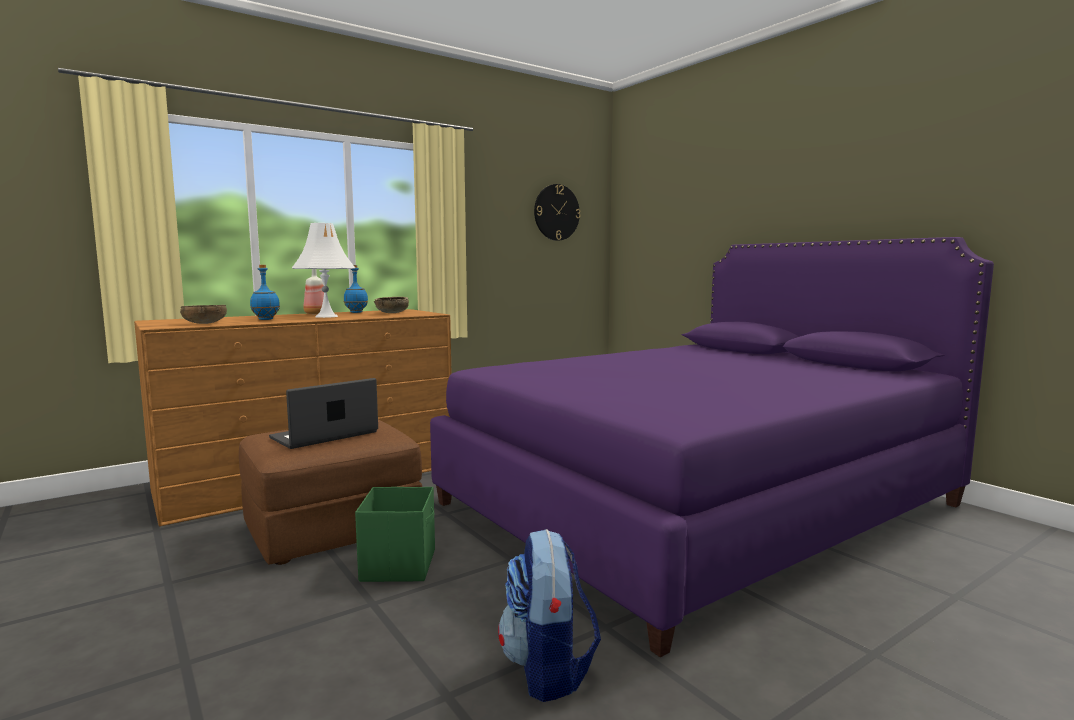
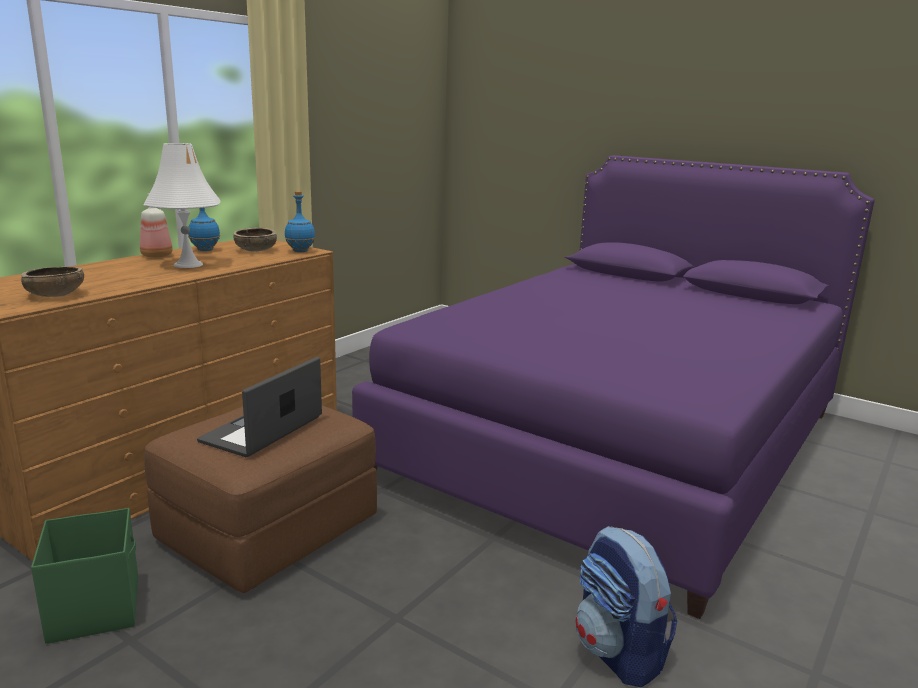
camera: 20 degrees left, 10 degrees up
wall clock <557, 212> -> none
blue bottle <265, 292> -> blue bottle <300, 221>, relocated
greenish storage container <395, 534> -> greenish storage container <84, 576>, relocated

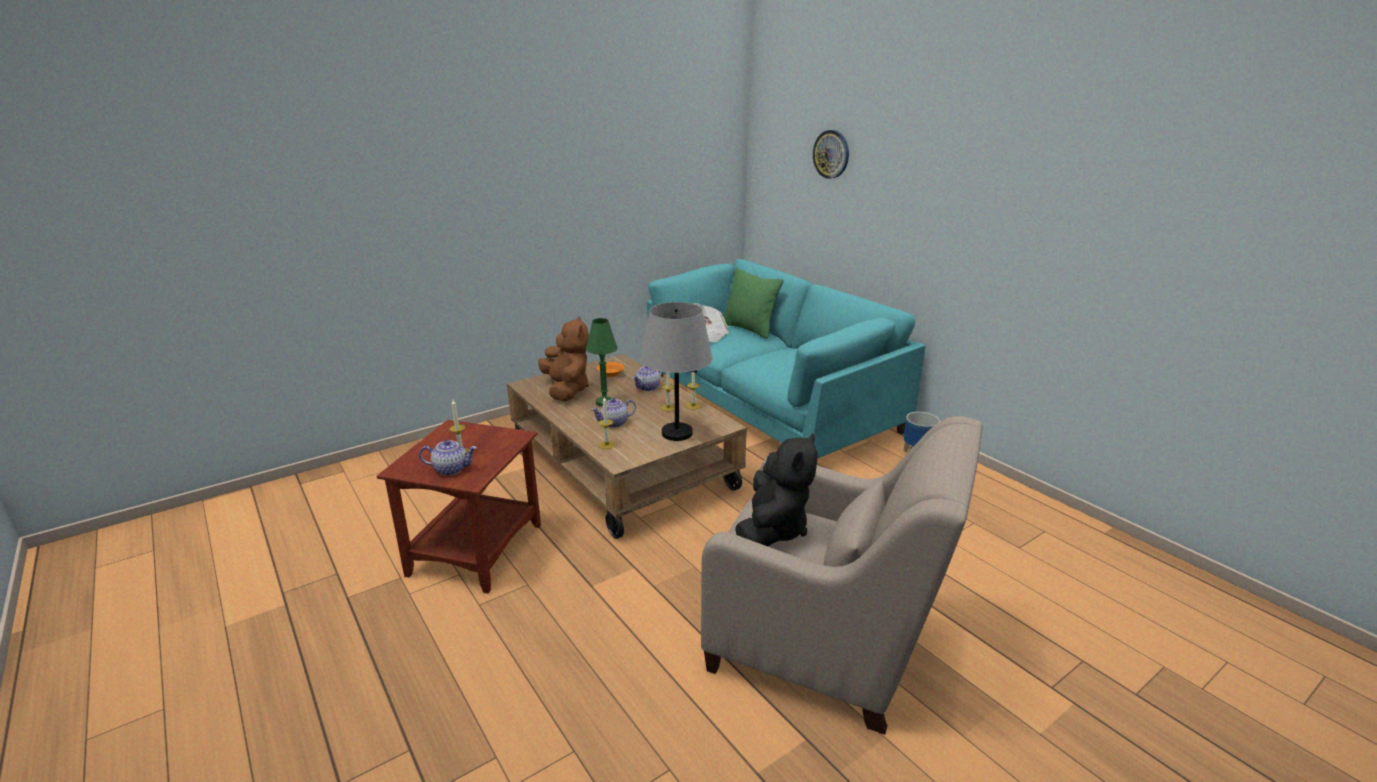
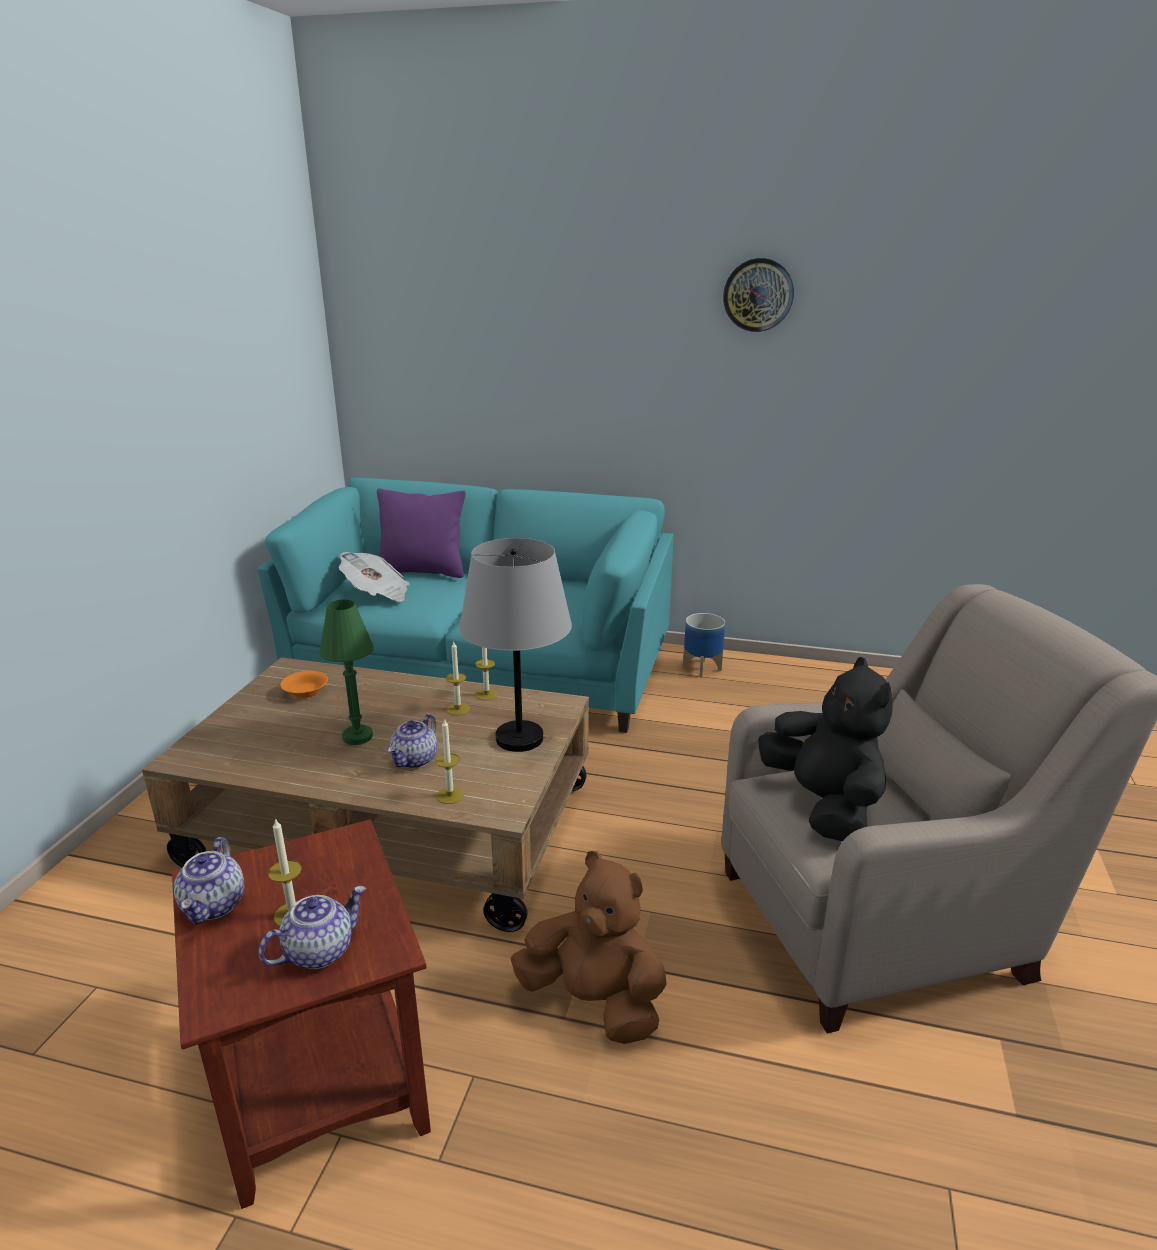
camera: 40 degrees left, 0 degrees up
wall clock <831, 154> -> wall clock <758, 295>, relocated
greenish throw pillow <753, 303> -> purple-coloured throw pillow <421, 533>
brown soft toy <563, 358> -> brown soft toy <588, 947>, relocated
teapot <647, 378> -> teapot <209, 880>, relocated

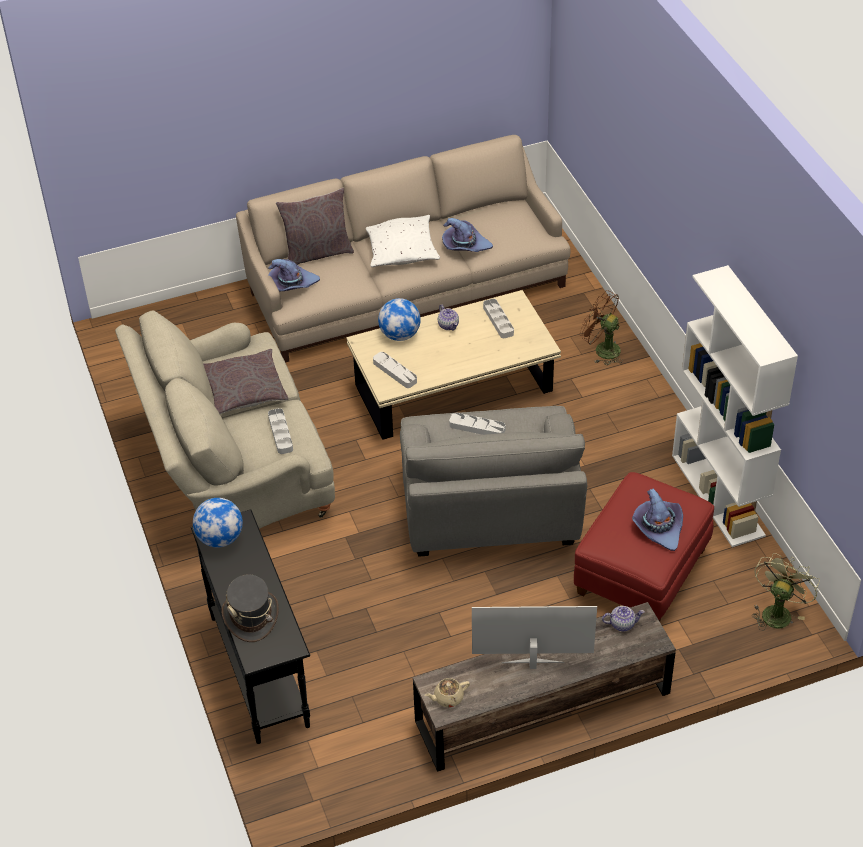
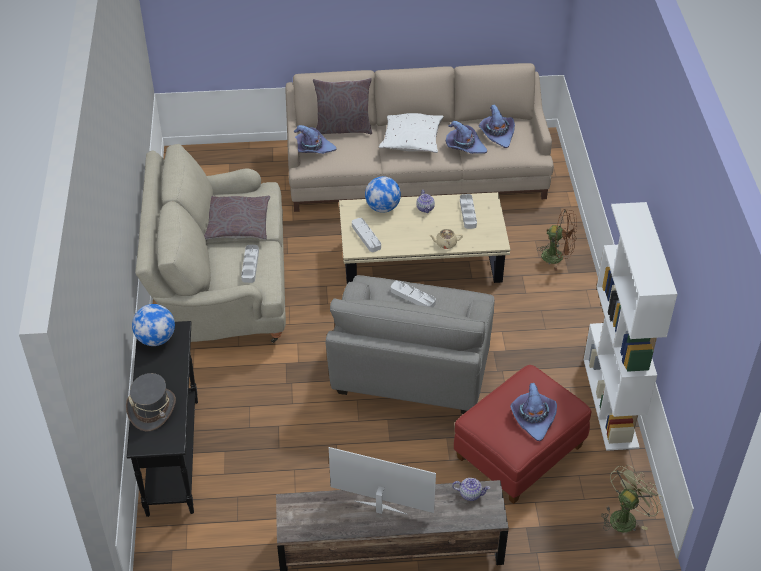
camera: 15 degrees right, 0 degrees up
brown cooling fan <601, 327> -> brown cooling fan <557, 240>, 150 degrees clockwise
beige-coloured teapot <447, 692> -> beige-coloured teapot <446, 239>, relocated
none -> purple-coloured wearable hat <497, 126>

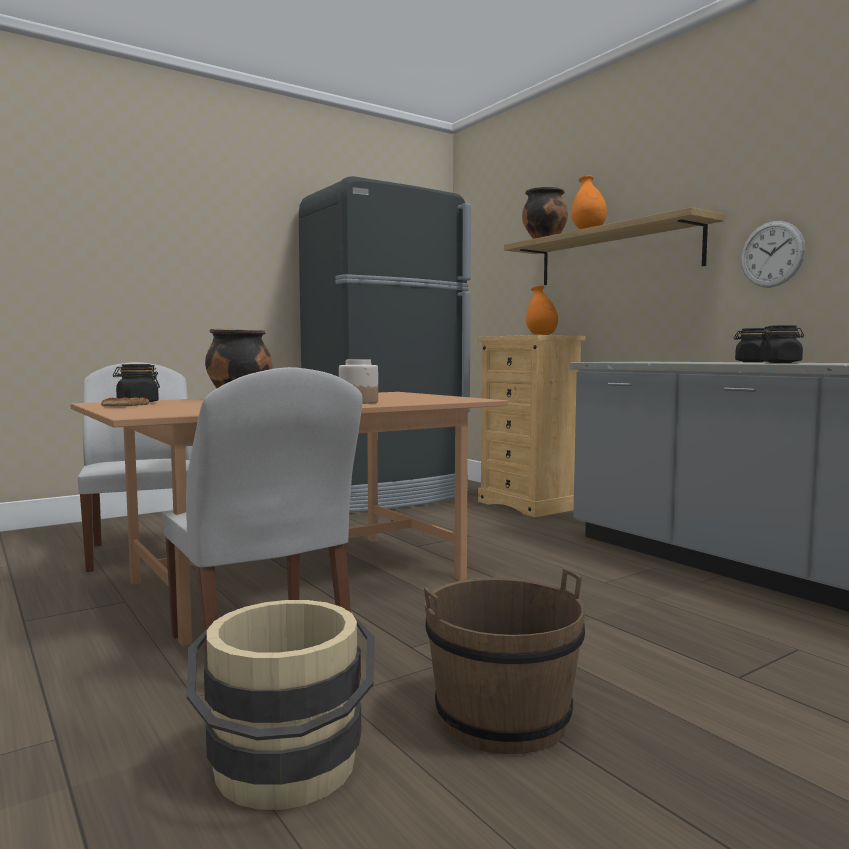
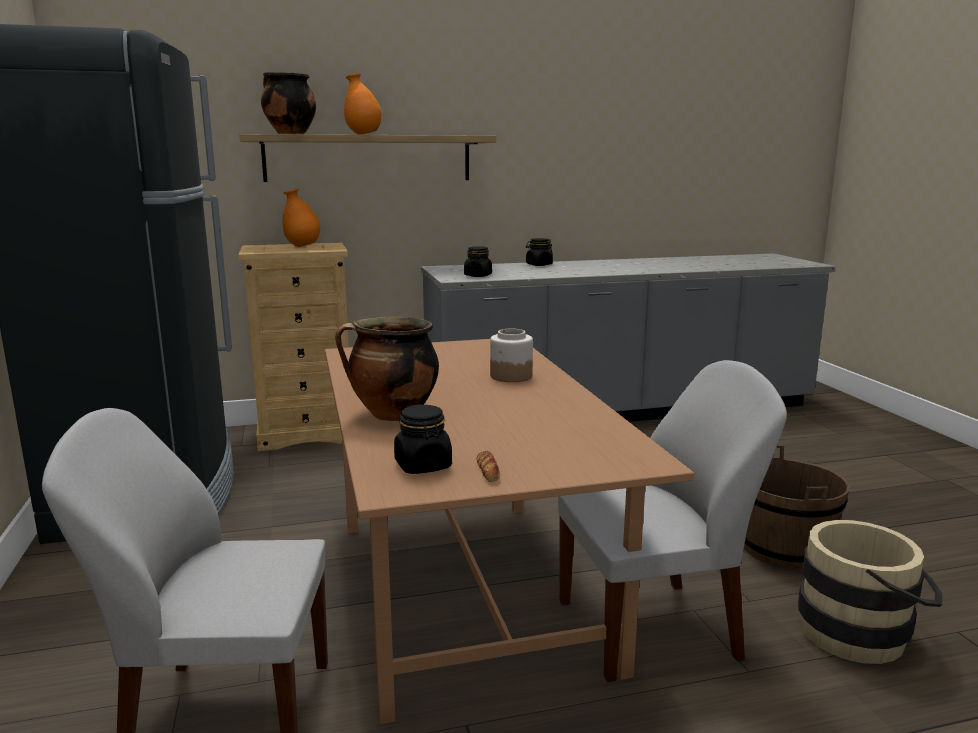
camera: 70 degrees left, 10 degrees up
wall clock <773, 254> -> none
blackish preserve jar <782, 344> -> blackish preserve jar <478, 261>, relocated

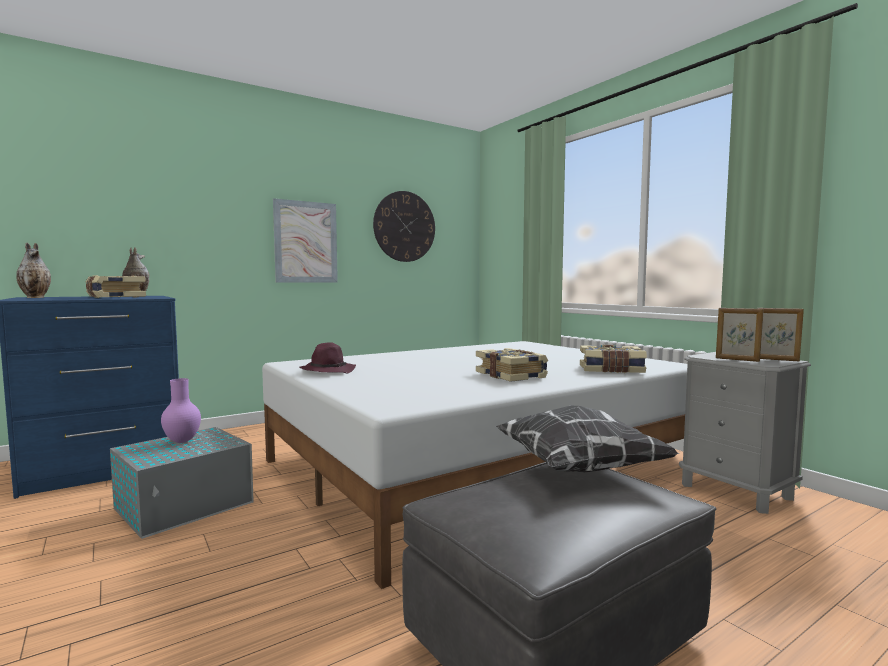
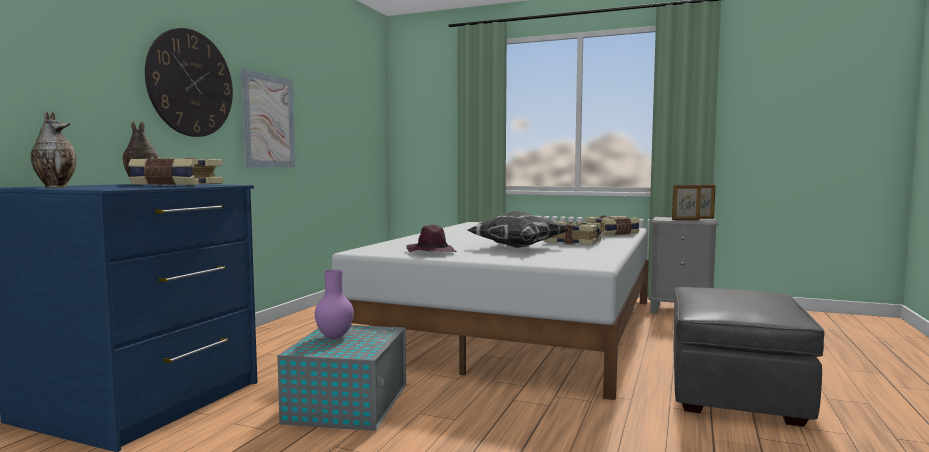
camera: 35 degrees left, 0 degrees up
wall clock <404, 226> -> wall clock <189, 82>, relocated
throw pillow <587, 438> -> throw pillow <518, 229>, relocated

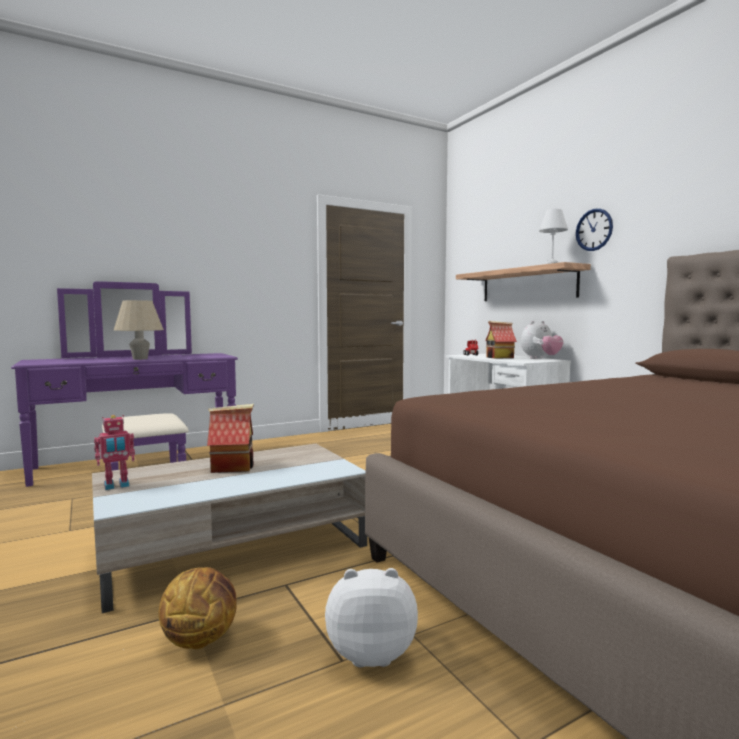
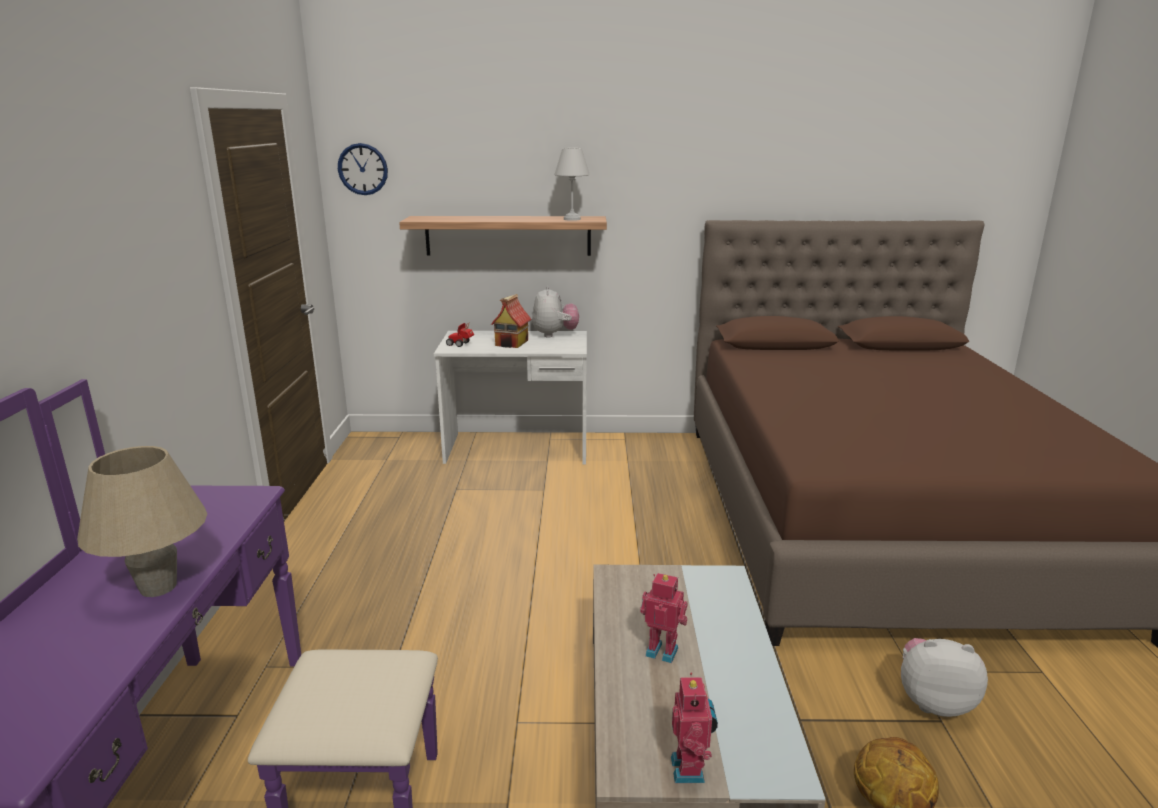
camera: 60 degrees left, 15 degrees up
wall clock <594, 230> -> wall clock <363, 169>, relocated
toy house <230, 438> -> robot figure <664, 618>
soft toy <371, 617> -> soft toy <944, 677>, 75 degrees clockwise

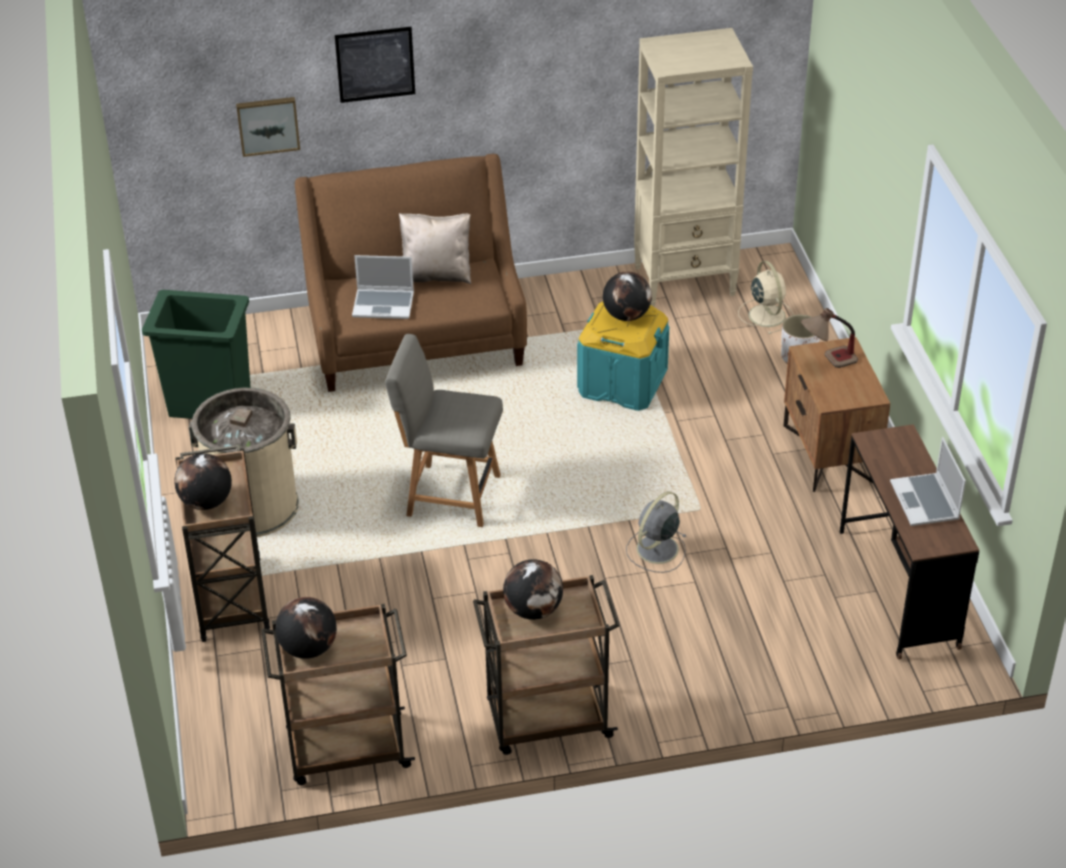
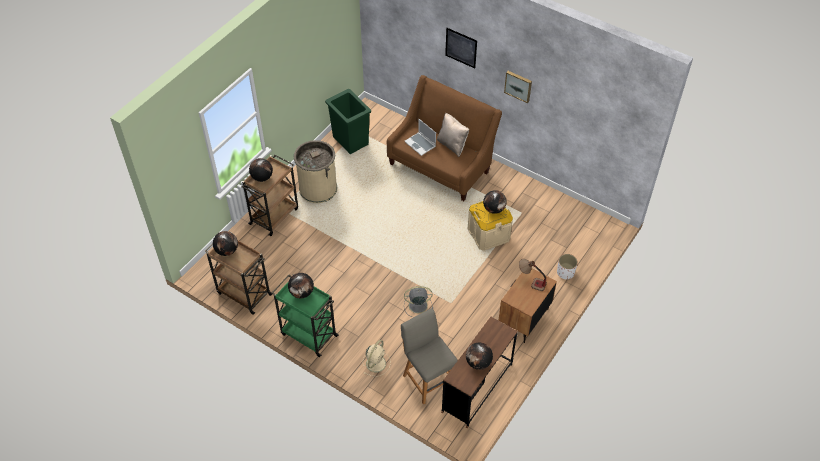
camera: 45 degrees right, 10 degrees up
beige-coloured bookcase <693, 167> -> none
picture <268, 127> -> picture <518, 87>, relocated
beige-coloured cooling fan <765, 297> -> beige-coloured cooling fan <377, 358>, relocated
turquoise-coloured storage container <623, 356> -> beige-coloured storage container <490, 226>
gray plain chair <444, 430> -> gray plain chair <429, 356>, relocated
portable computer <928, 481> -> globe <479, 356>
brown cart <546, 665> -> greenish cart <305, 315>

